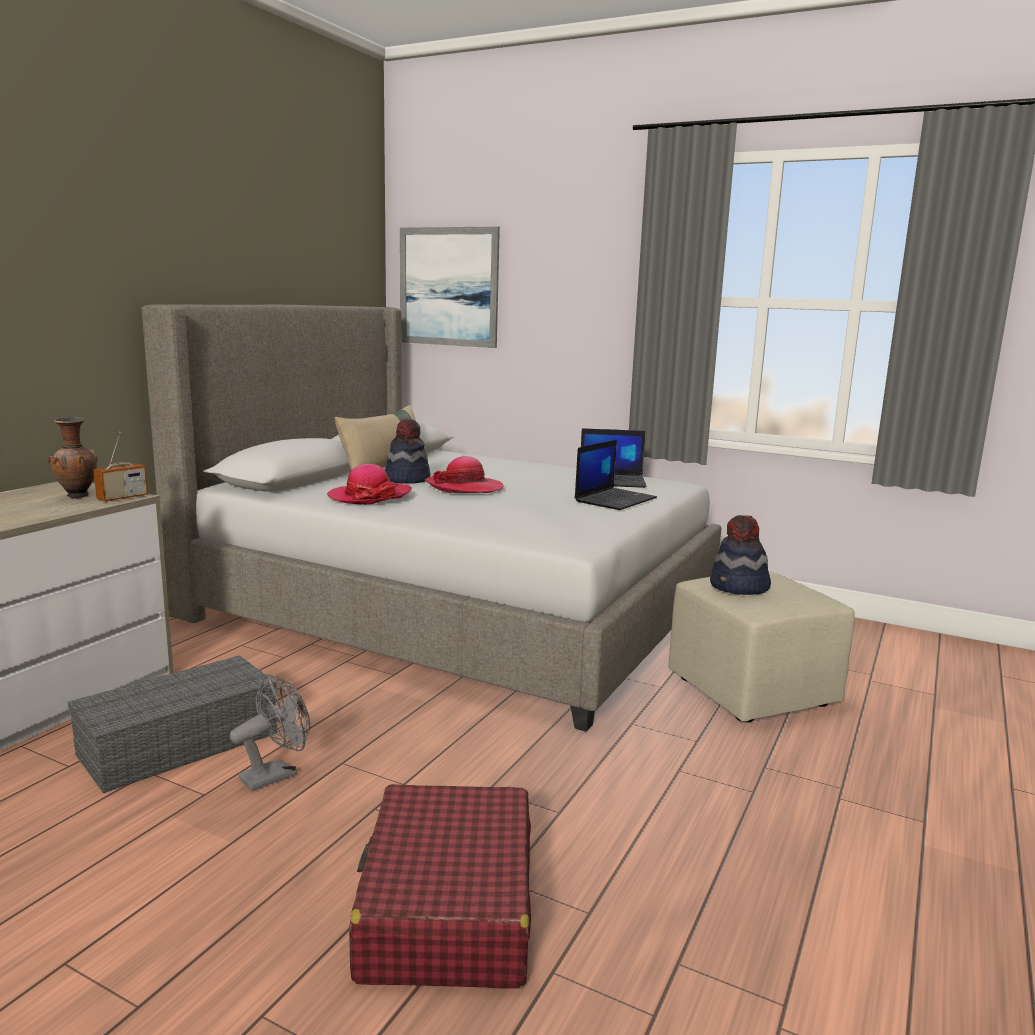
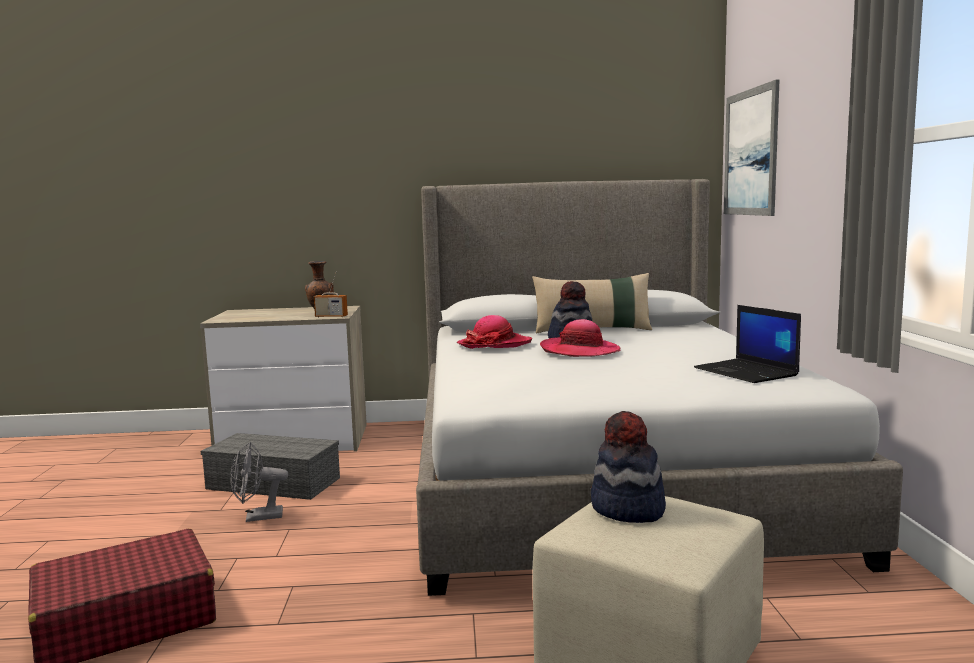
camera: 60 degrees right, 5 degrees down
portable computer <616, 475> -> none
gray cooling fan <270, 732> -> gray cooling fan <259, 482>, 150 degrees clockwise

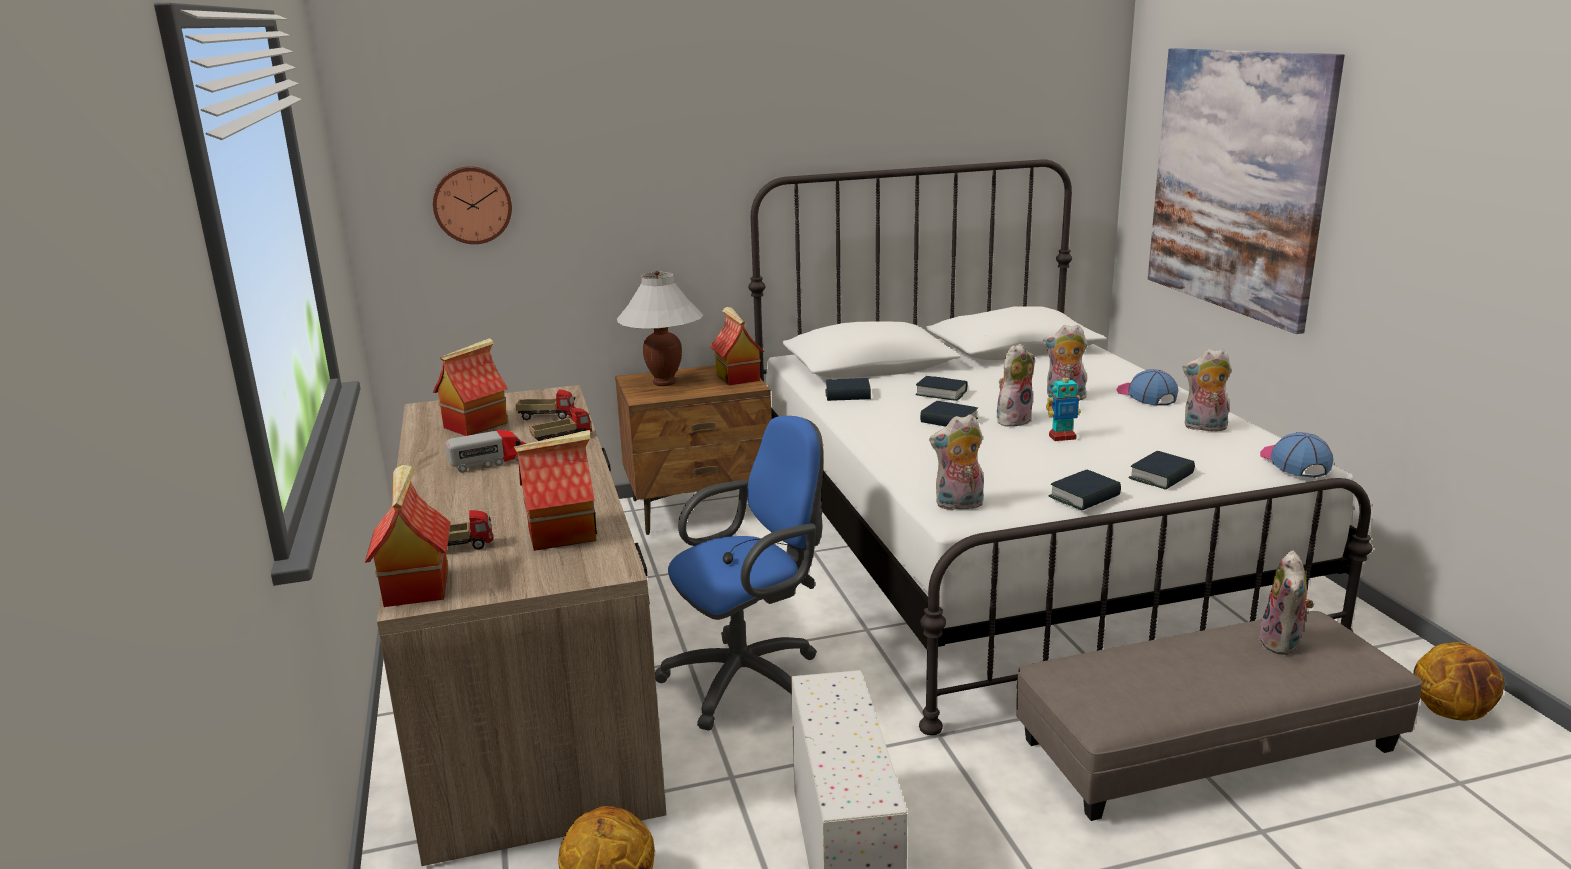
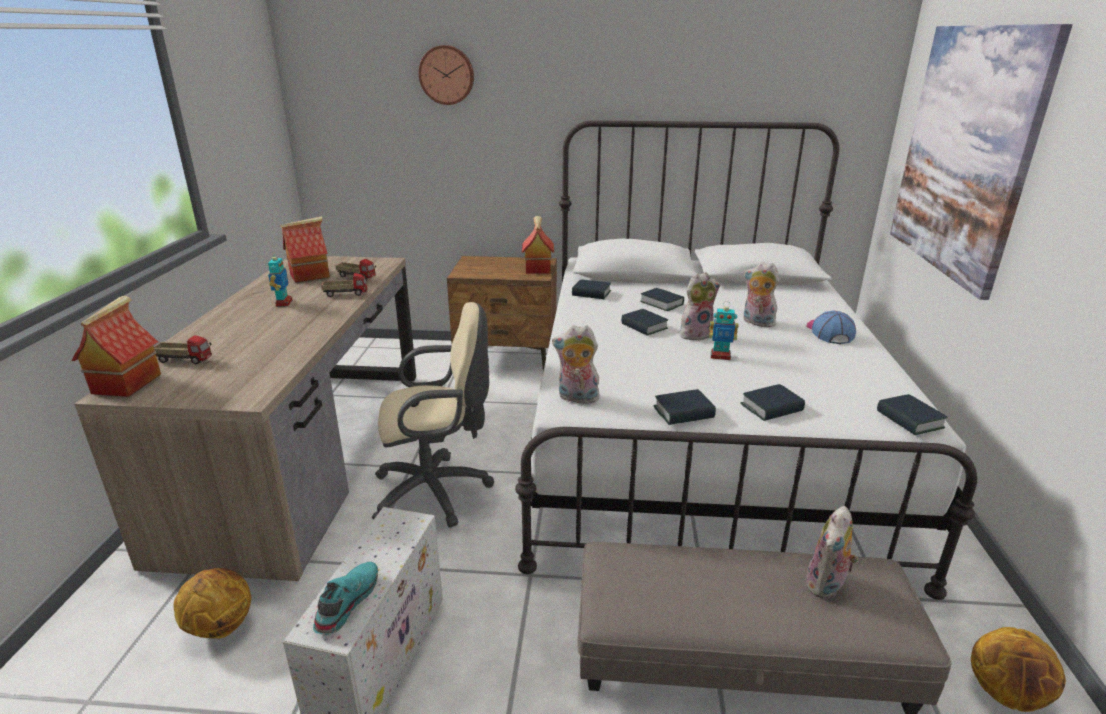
camera: 20 degrees right, 5 degrees up
wall clock <472, 205> -> wall clock <446, 75>, relocated
white lamp for a table <660, 328> -> none
soft toy <1207, 390> -> none
blue office chair <739, 573> -> beige-coloured office chair <433, 415>
toy truck <485, 451> -> robot figure <280, 279>
toy house <555, 490> -> none
cap <1297, 455> -> volume <912, 414>
none -> turquoise-coloured shoe <345, 598>

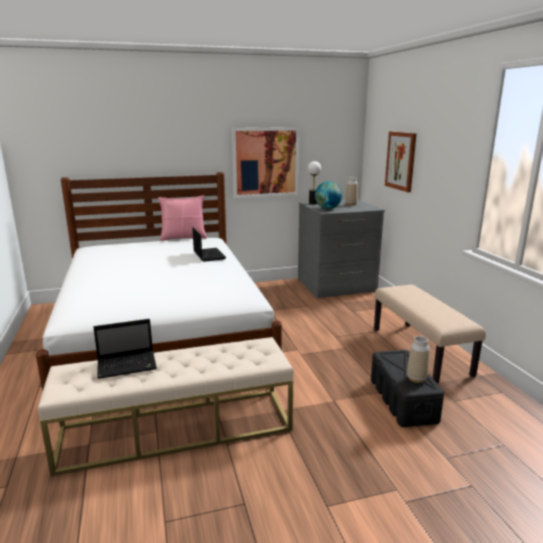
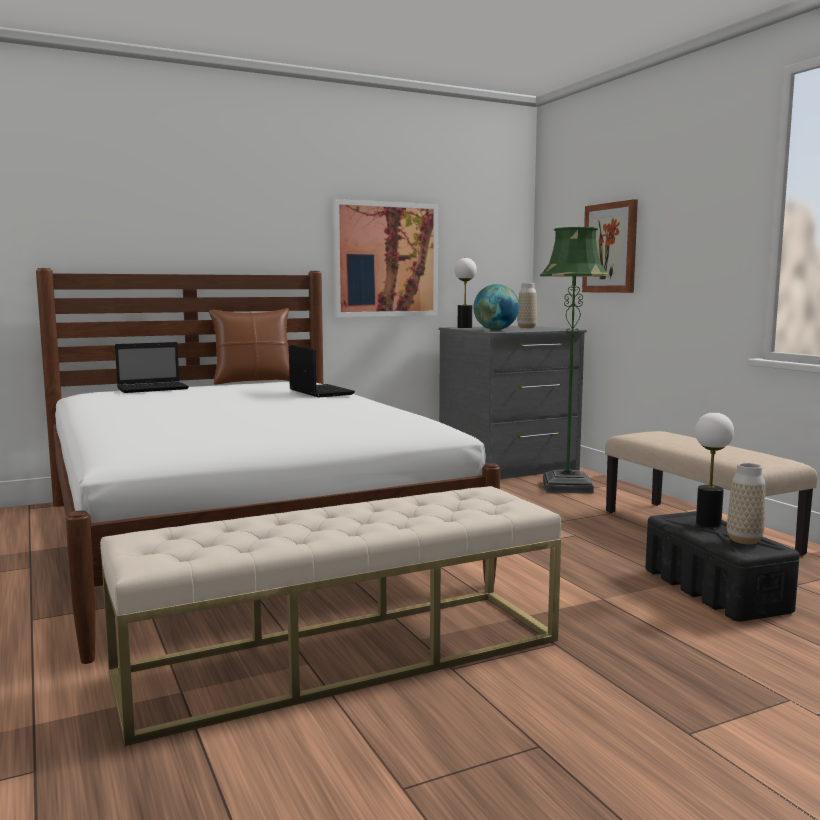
camera: 10 degrees left, 10 degrees down
pink-coloured throw pillow <182, 218> -> brown throw pillow <249, 346>
portable computer <125, 349> -> portable computer <152, 367>, relocated
none -> greenish standard lamp <574, 360>
none -> lamp for a table <714, 469>

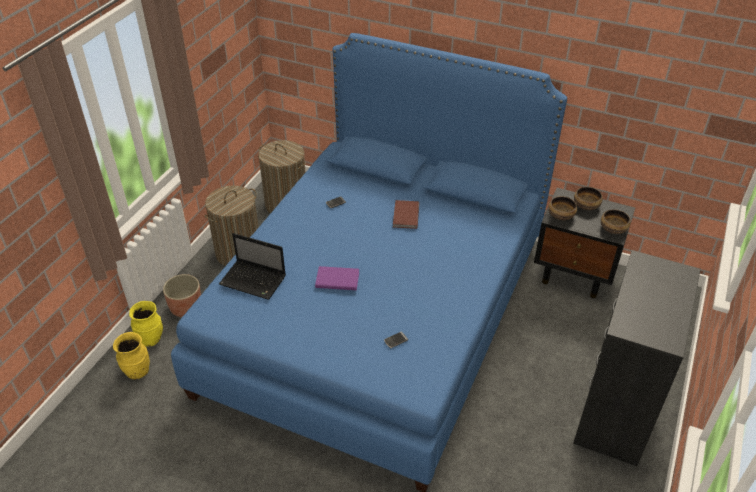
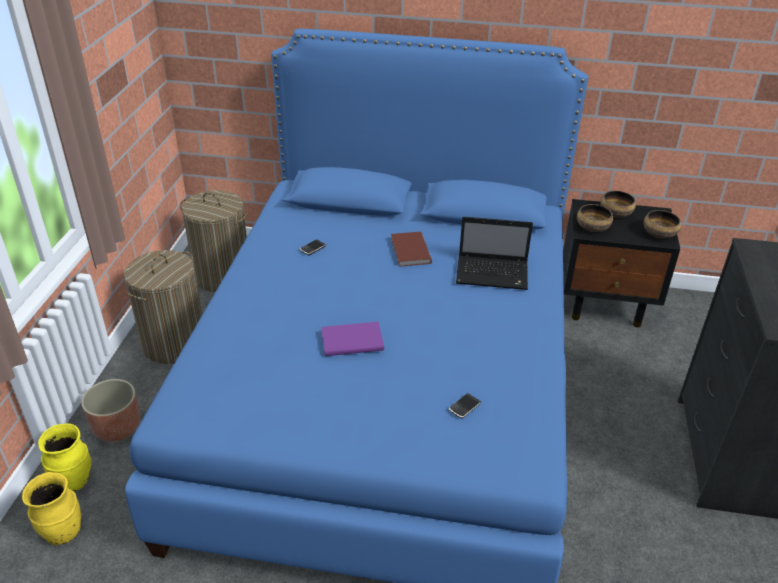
camera: 15 degrees left, 5 degrees down
portable computer <252, 266> -> portable computer <494, 253>, relocated

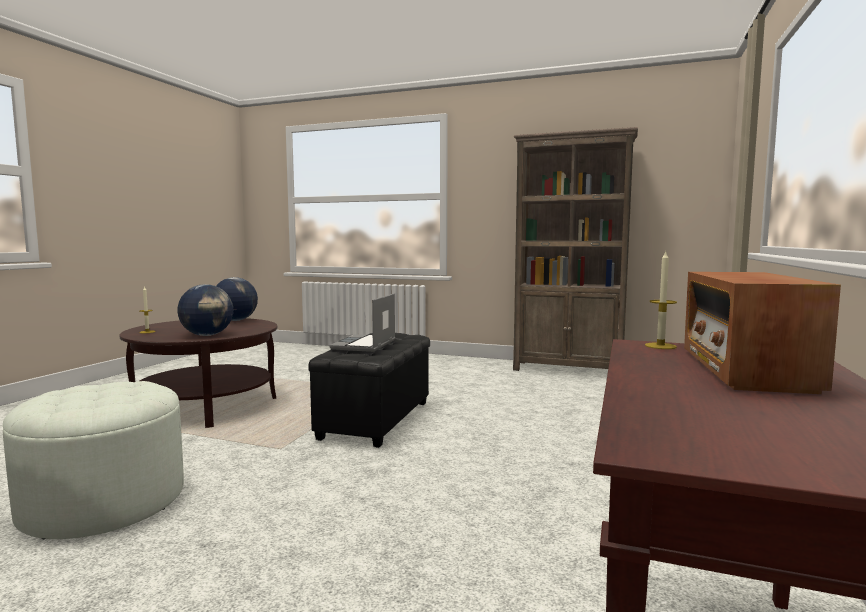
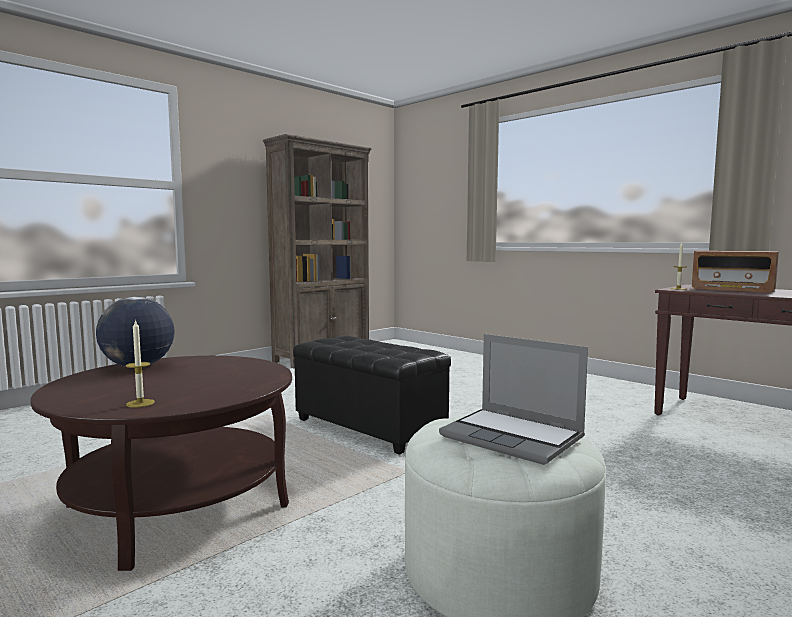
camera: 65 degrees left, 0 degrees up
globe <205, 310> -> none
portable computer <362, 322> -> portable computer <513, 399>, relocated

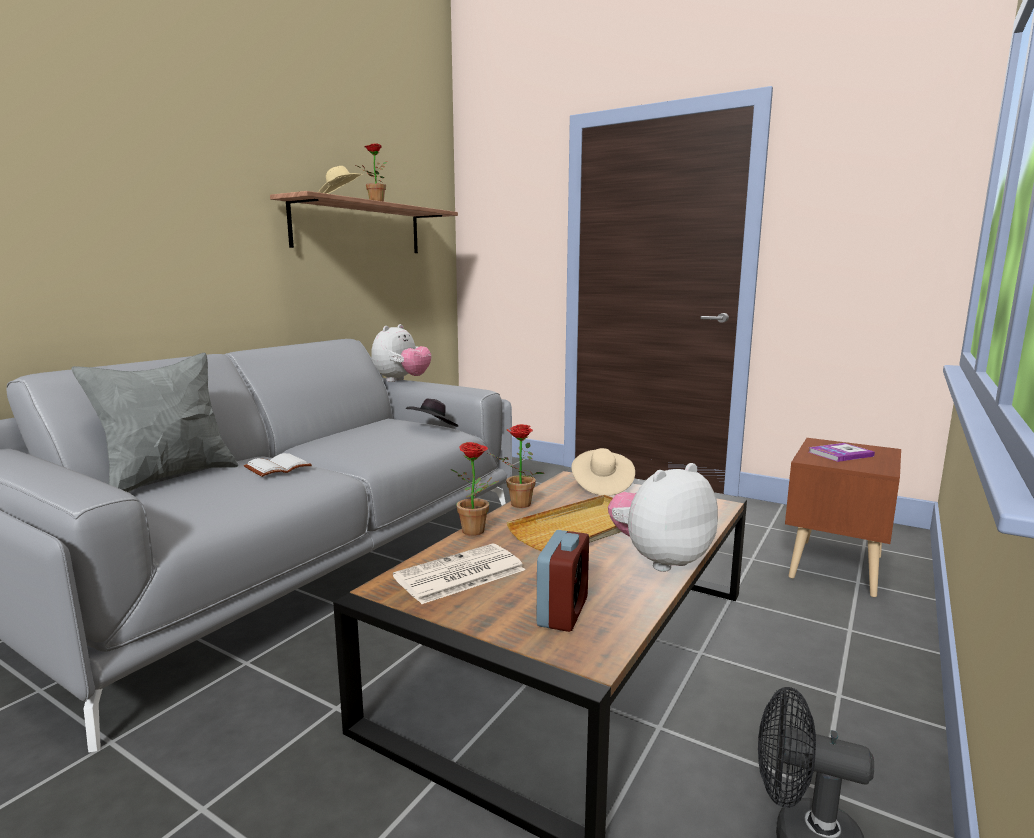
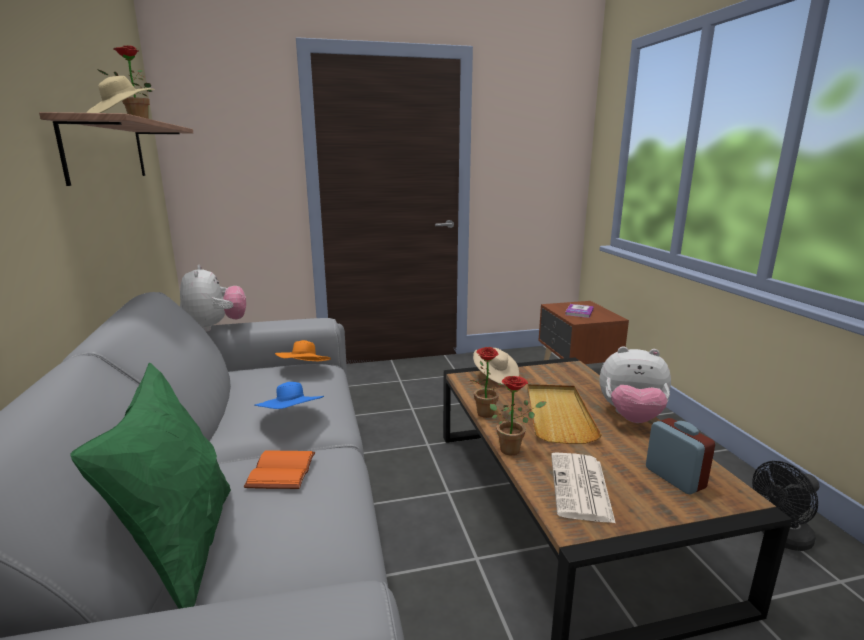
camera: 45 degrees left, 5 degrees up
gray throw pillow <155, 422> -> greenish throw pillow <150, 486>
blackish wearable hat <432, 412> -> orangey wearable hat <303, 350>
white volume <278, 465> -> orangey volume <279, 469>
soft toy <663, 517> -> soft toy <635, 384>, 90 degrees counterclockwise
none -> blue wearable hat <289, 395>

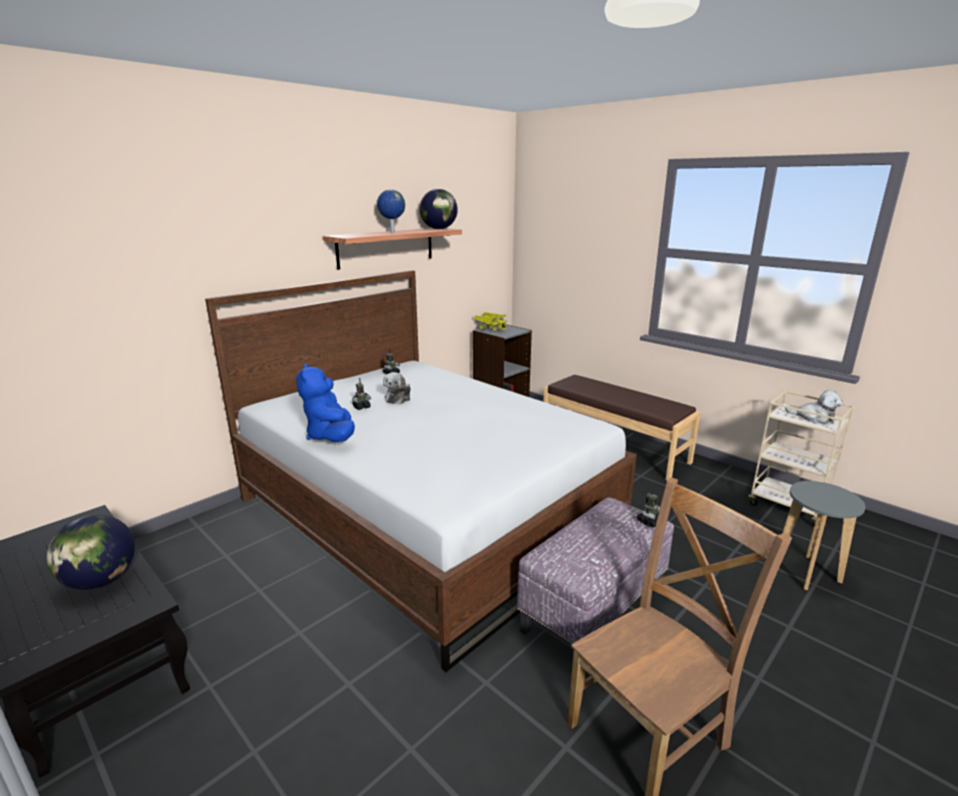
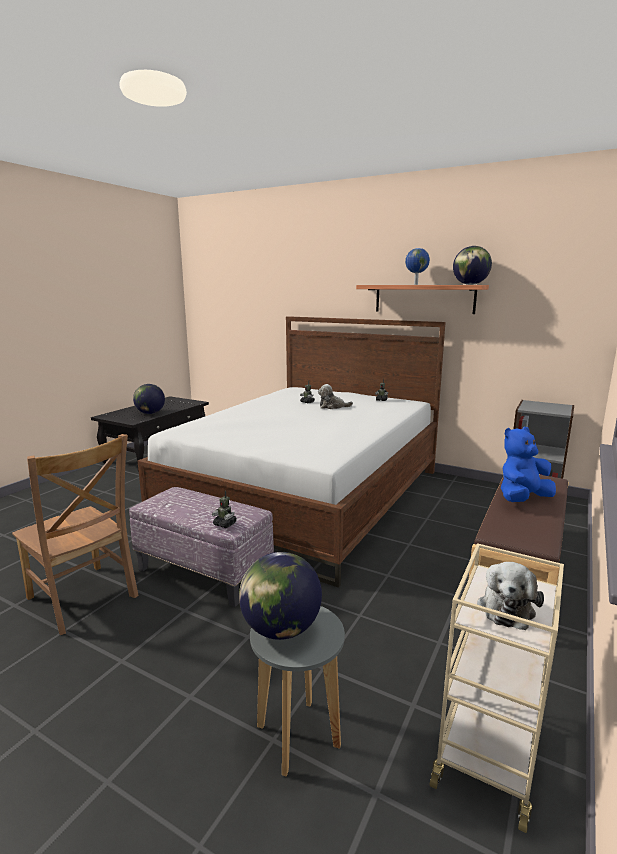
camera: 75 degrees right, 5 degrees down
toy truck <491, 322> -> none
blue soft toy <325, 403> -> blue soft toy <528, 464>, relocated
none -> globe <280, 596>

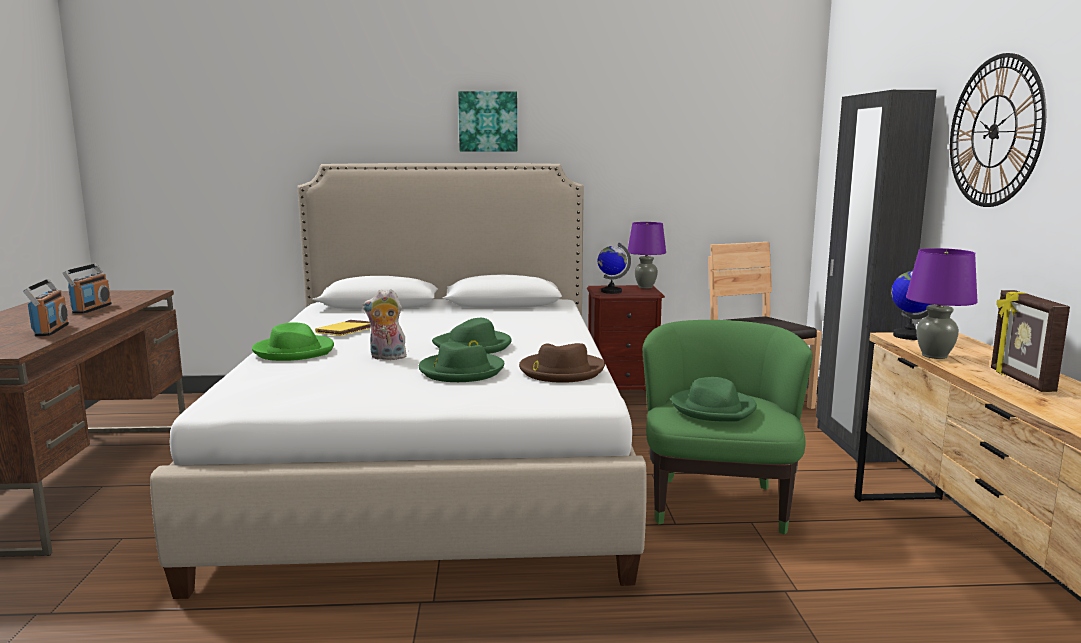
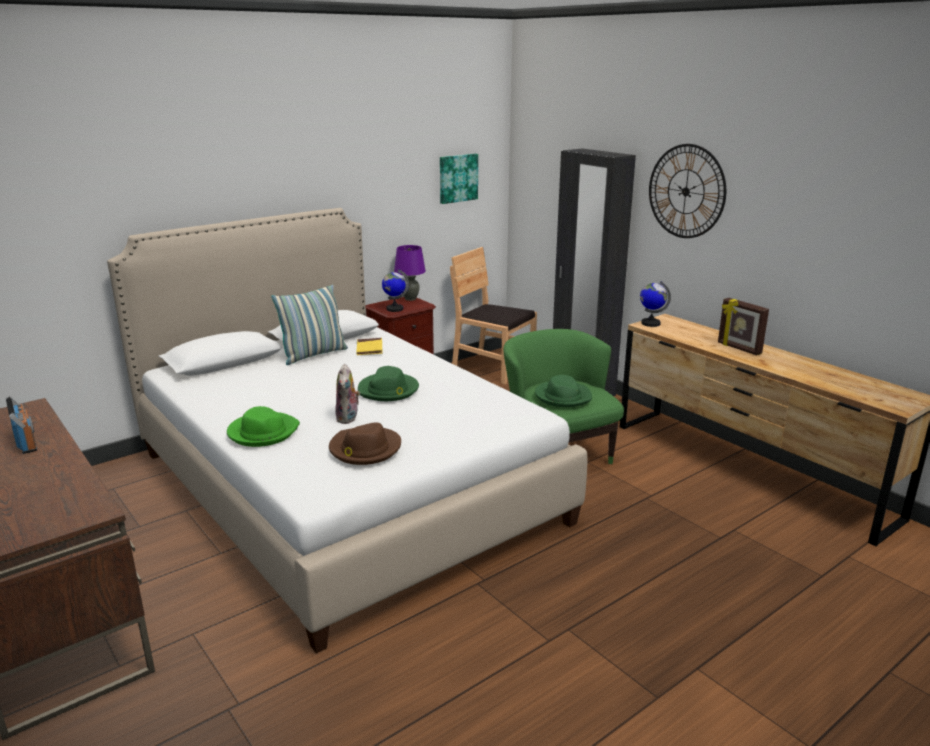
camera: 35 degrees left, 10 degrees up
picture <487, 121> -> picture <459, 179>, relocated
purple-coloured lamp for a table <942, 303> -> none
radio <46, 307> -> none
soft toy <384, 324> -> soft toy <347, 394>, 60 degrees counterclockwise
yellow-coloured volume <343, 328> -> yellow-coloured volume <369, 346>, relocated
greenish wearable hat <461, 362> -> none
brown wearable hat <562, 363> -> brown wearable hat <365, 443>, relocated
none -> throw pillow <309, 325>

